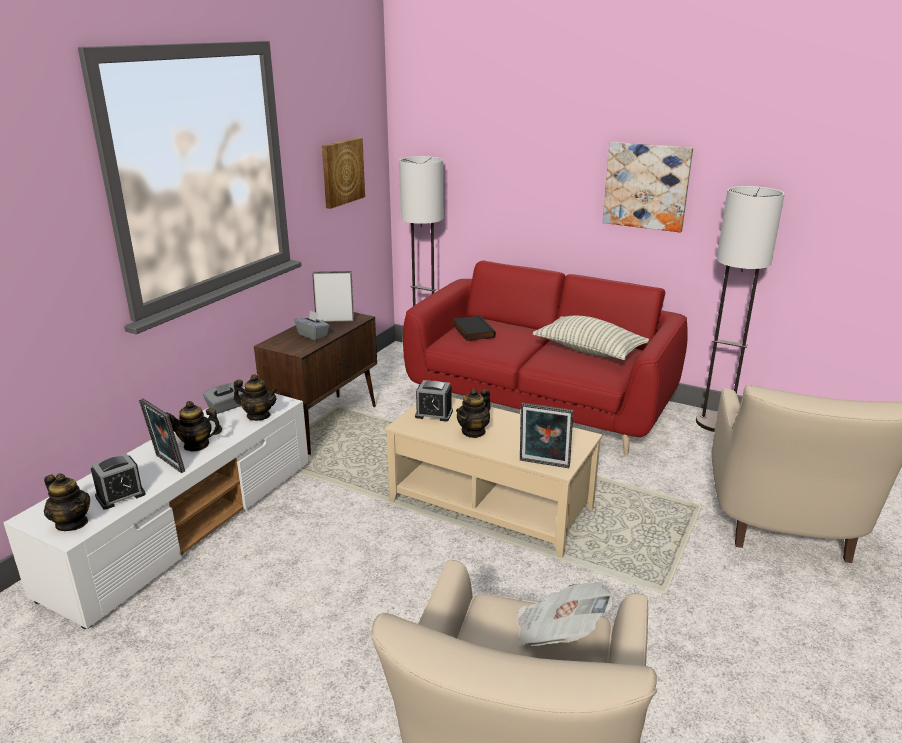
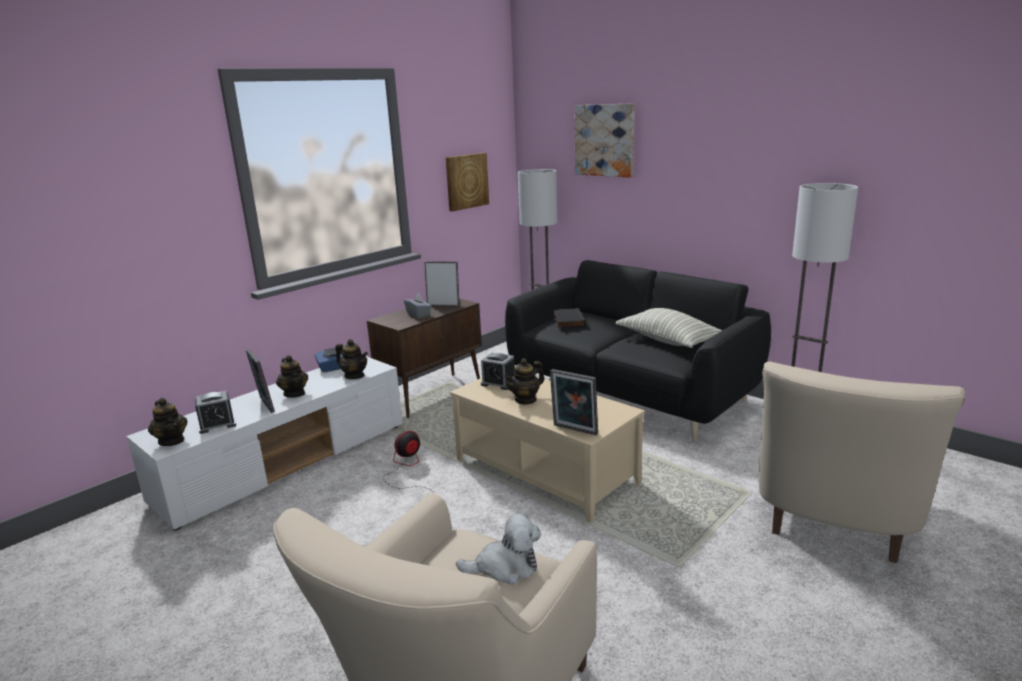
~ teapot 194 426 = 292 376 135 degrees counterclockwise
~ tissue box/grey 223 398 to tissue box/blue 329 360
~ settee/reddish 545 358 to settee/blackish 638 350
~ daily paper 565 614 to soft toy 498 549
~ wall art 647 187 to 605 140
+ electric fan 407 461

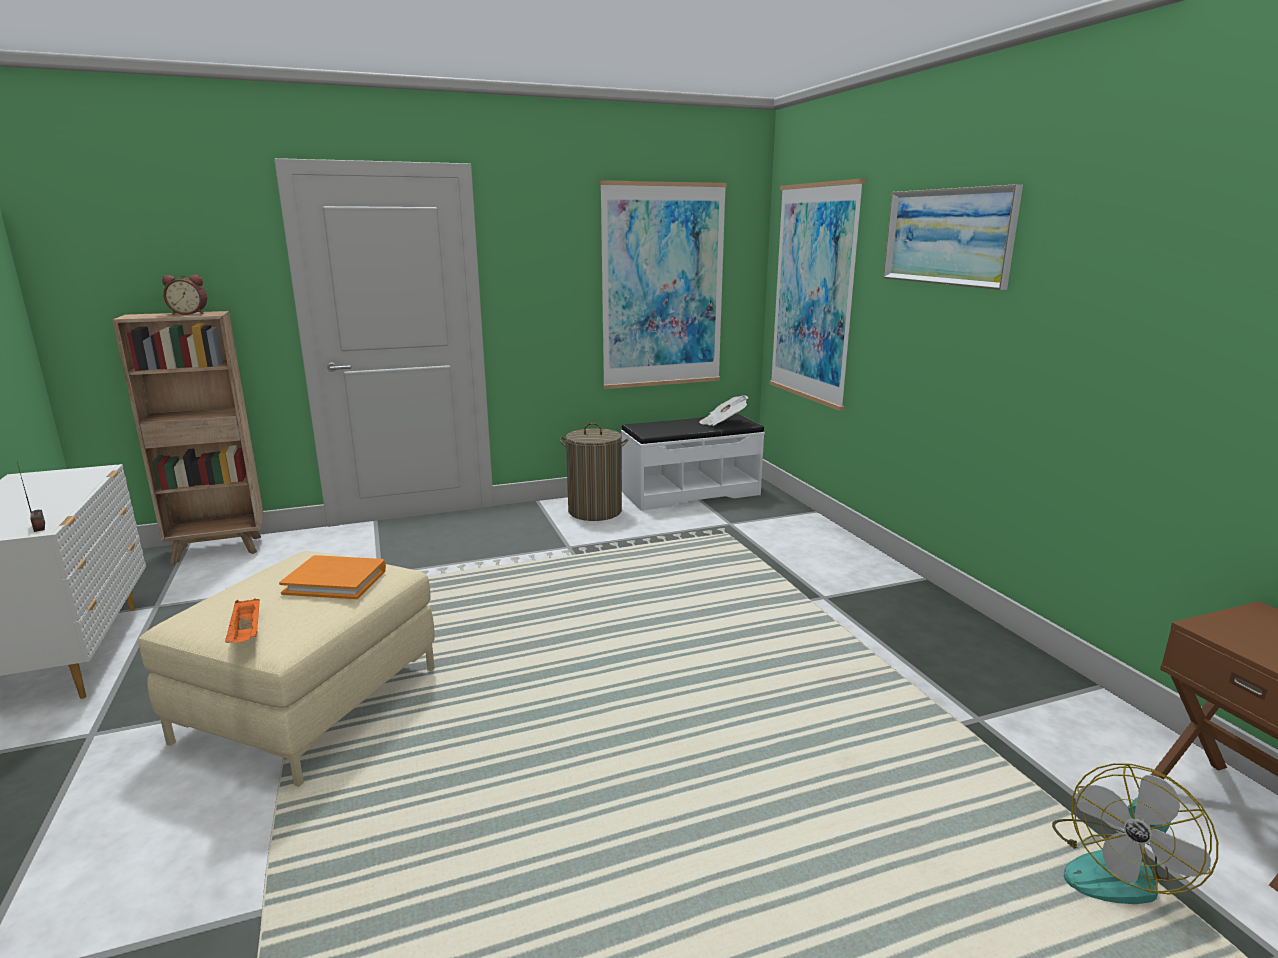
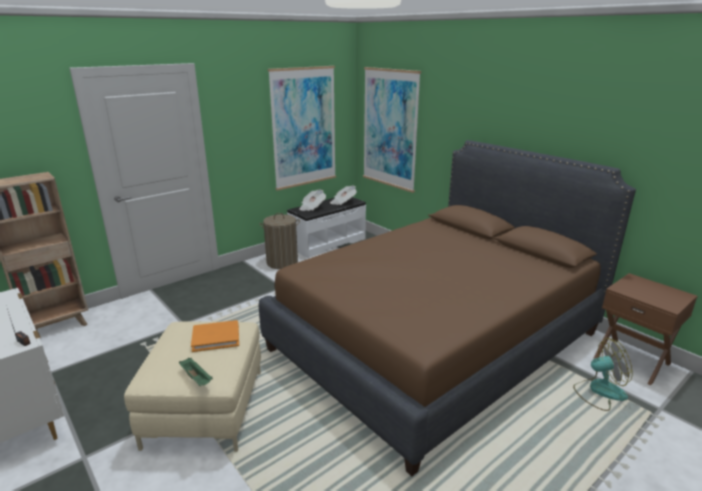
- table clock 184 295
~ tray/orange 242 620 to tray/greenish 196 372
- wall art 953 237
~ electric fan 1135 833 = 602 374 120 degrees counterclockwise
+ bed/brown 447 308
+ daily paper 312 200

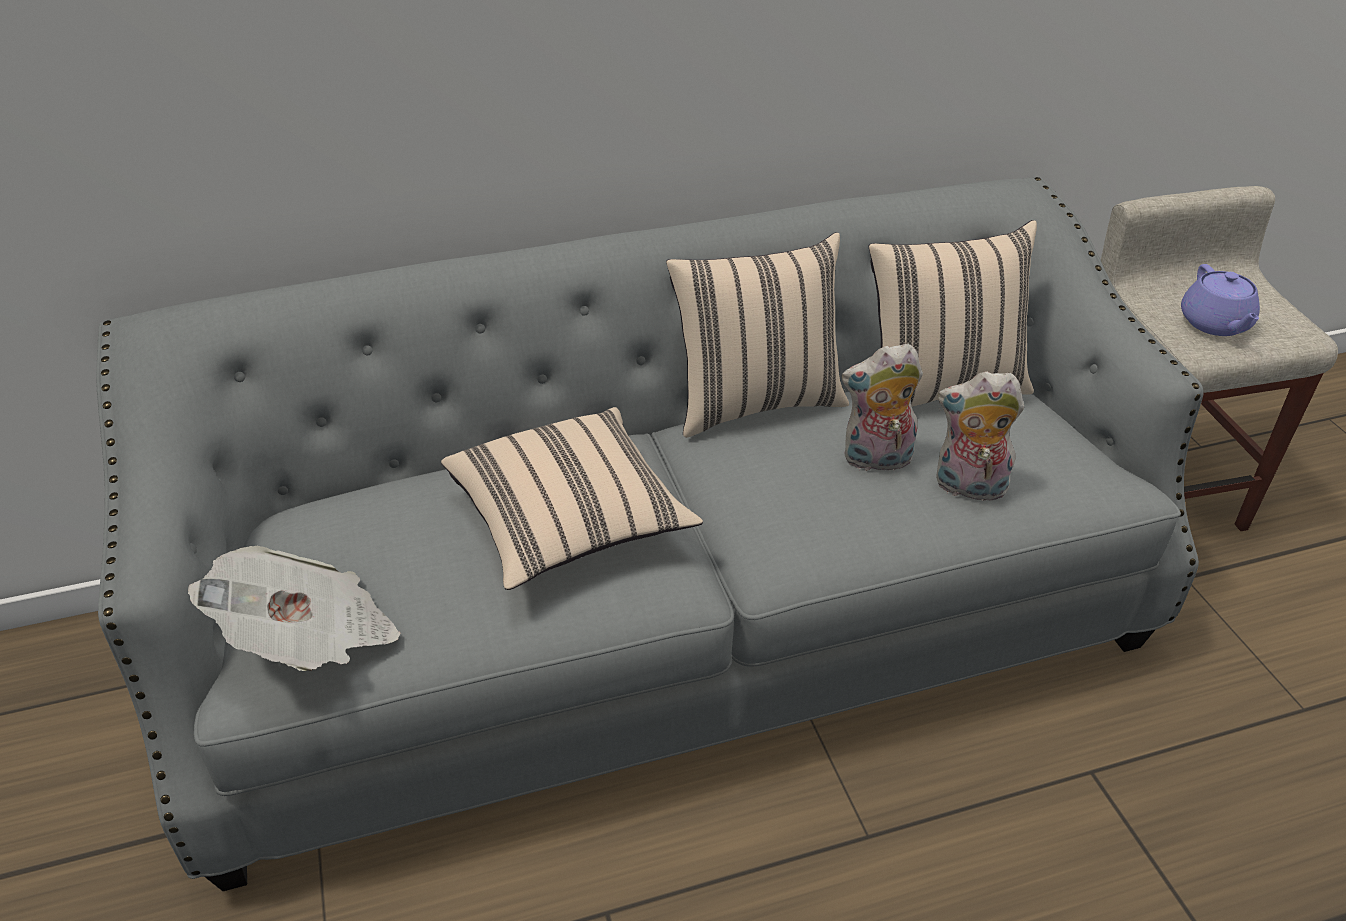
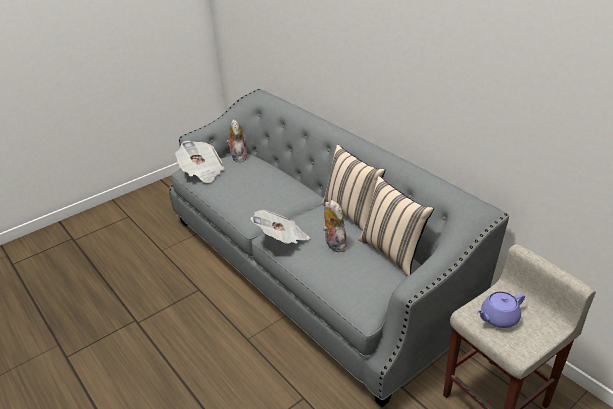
- pillow/beige-coloured 572 498
~ soft toy 980 436 to 237 140
+ daily paper 280 227

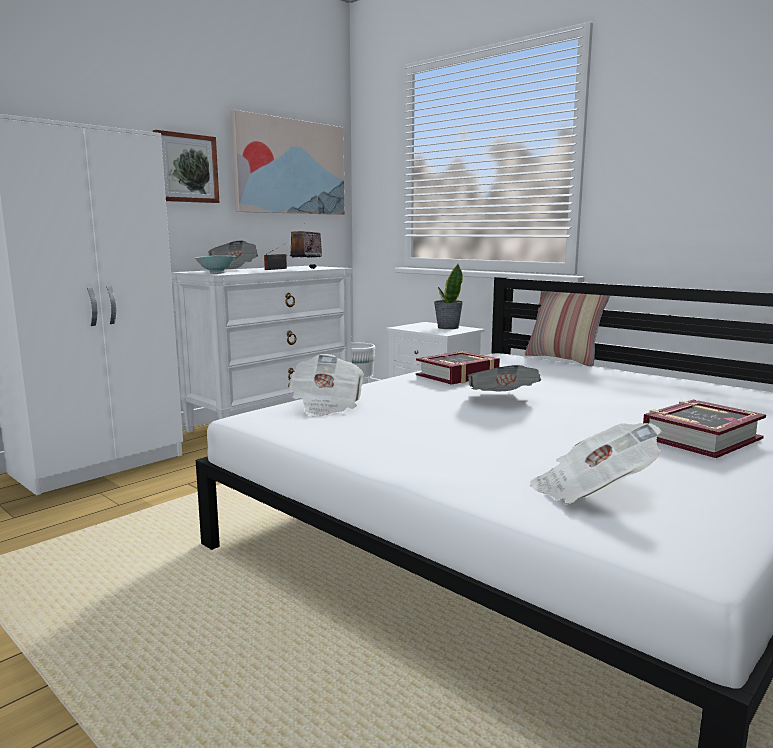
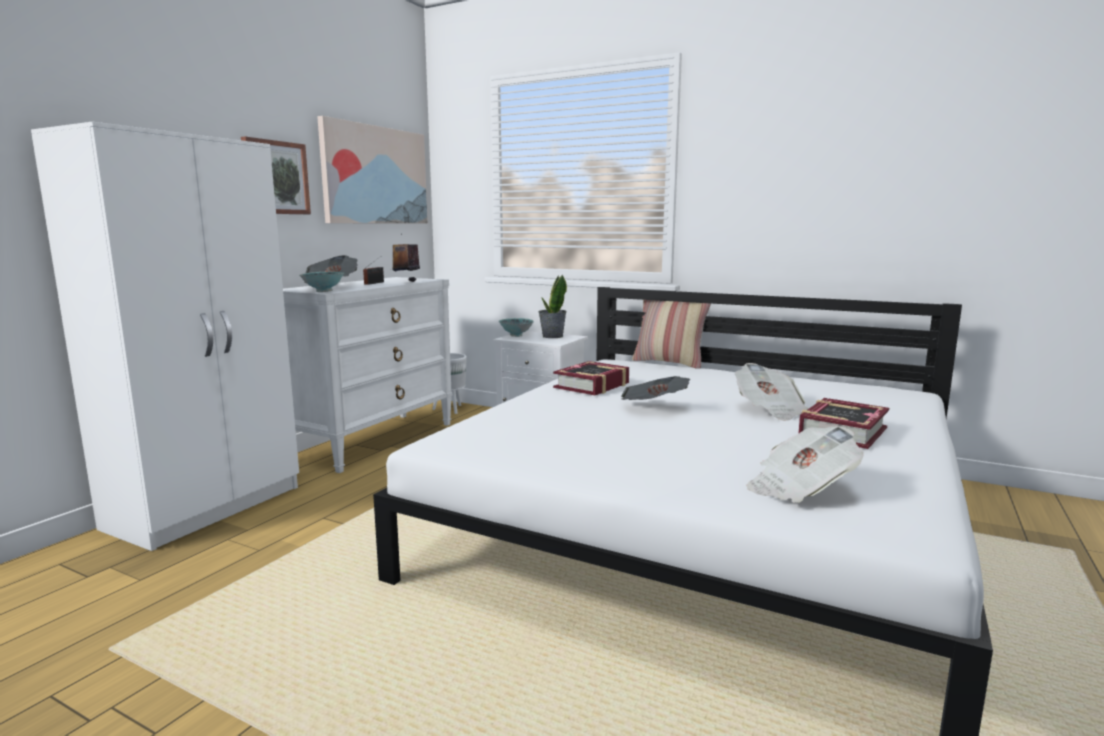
~ daily paper 326 385 to 771 392
+ deep dish 516 327

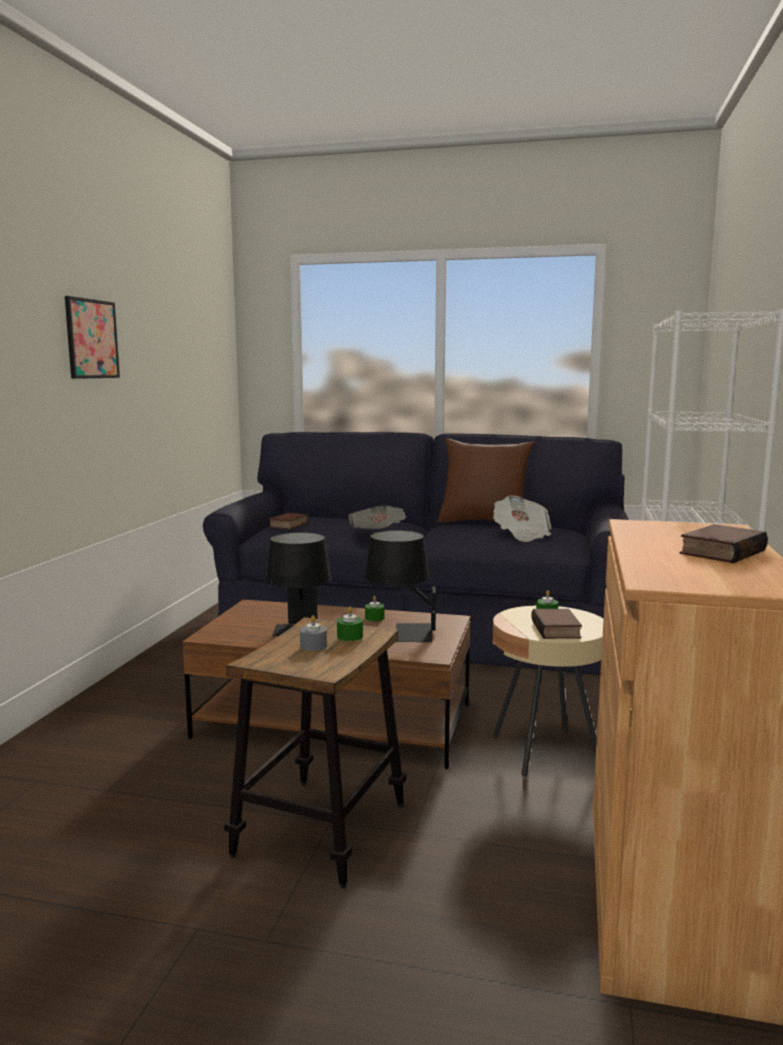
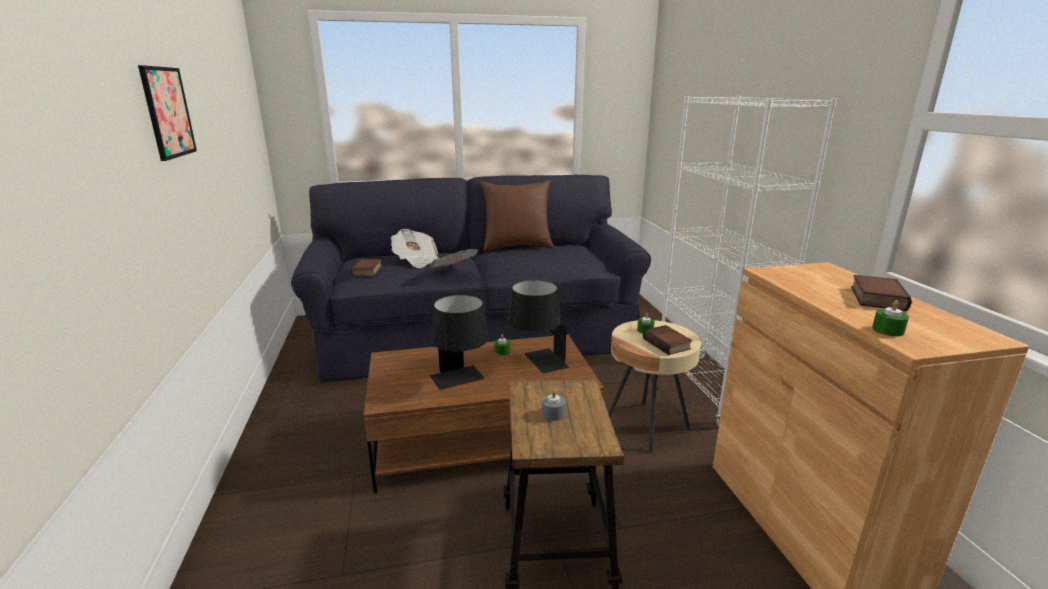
~ wax light/greenish 350 624 to 890 318
~ daily paper 522 519 to 415 248

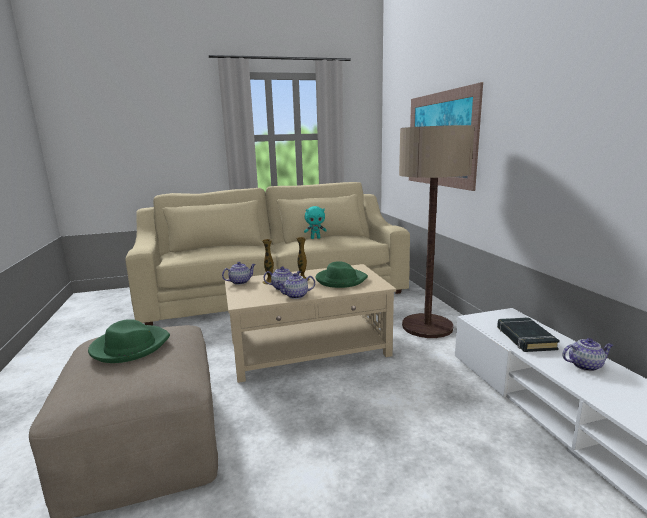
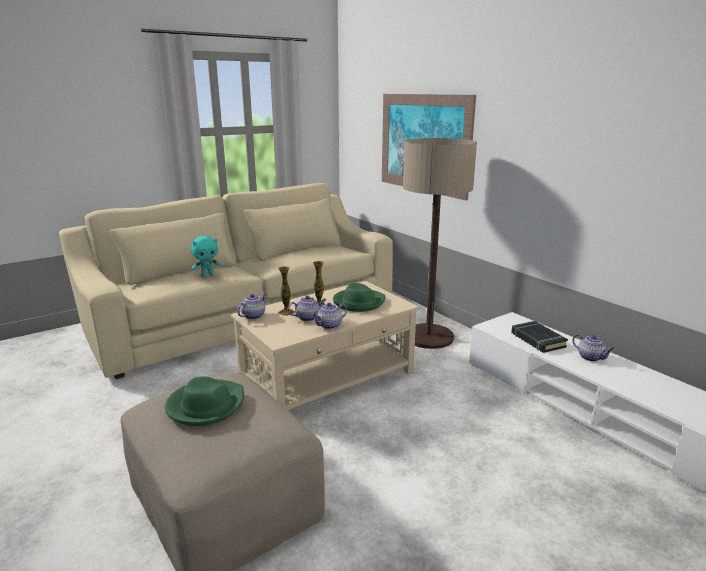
~ soft toy/turquoise-coloured 315 222 to 206 256
~ teapot 587 354 = 593 347 75 degrees clockwise

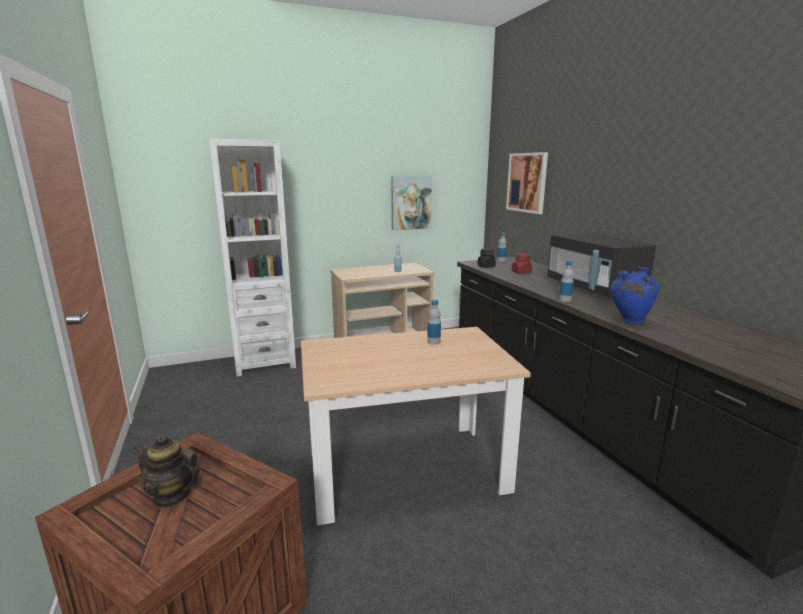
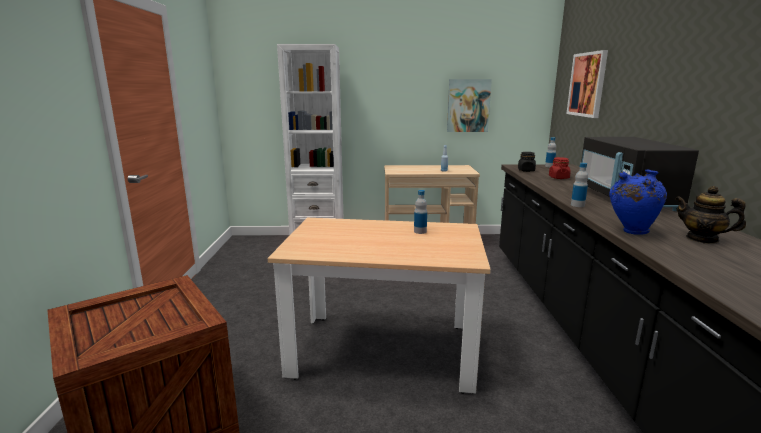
~ teapot 167 471 to 710 215

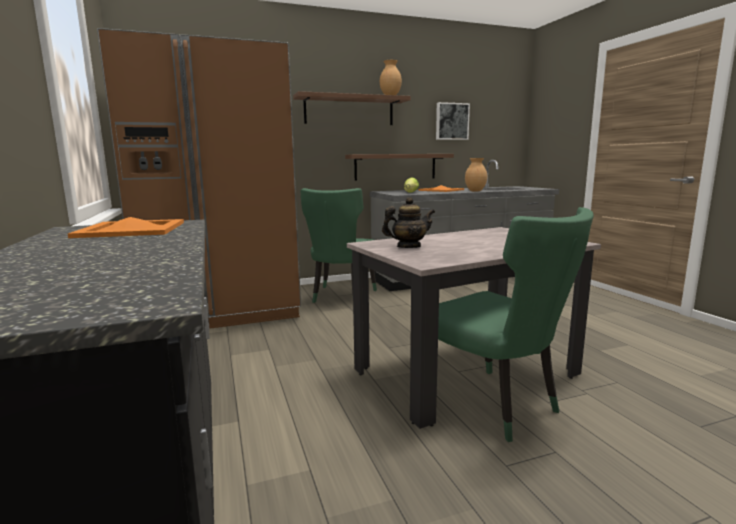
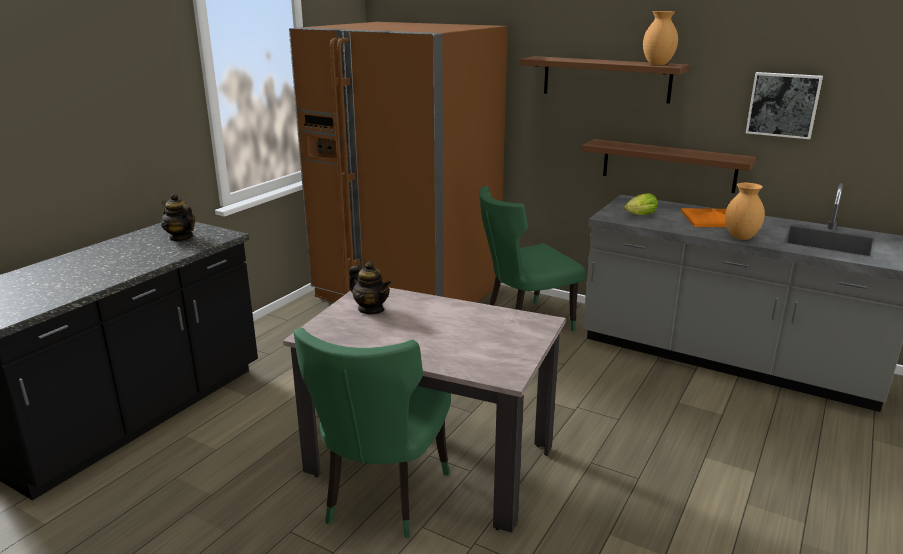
~ tray/orange 126 227 to teapot 178 217

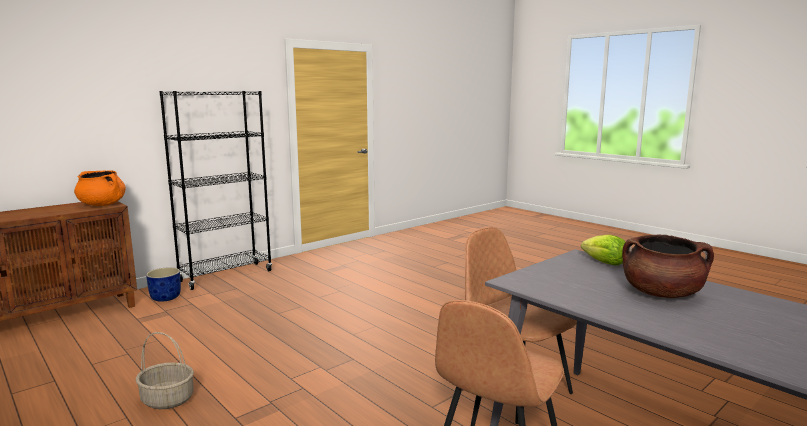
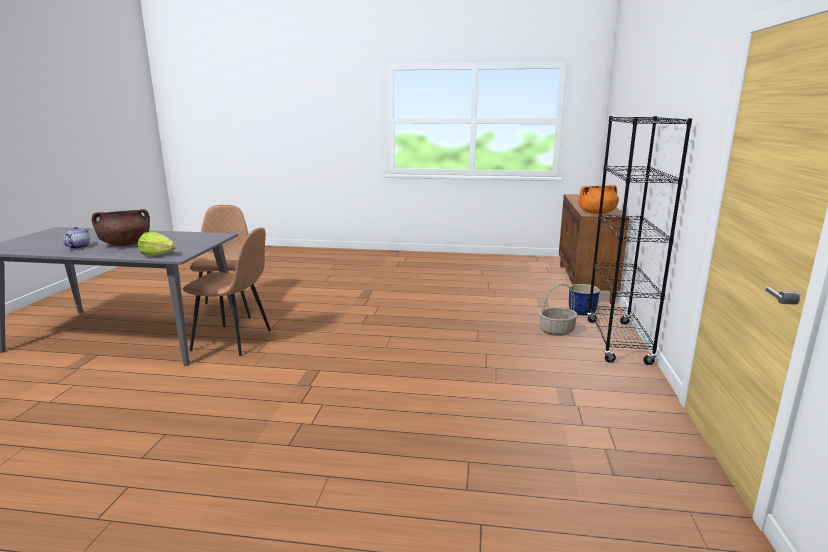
~ household basket 165 370 to 558 310
+ teapot 76 238

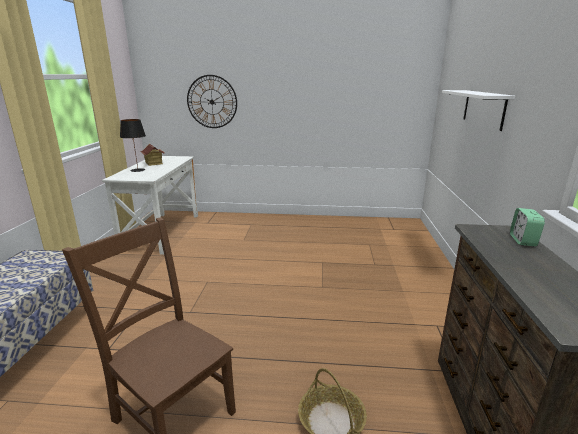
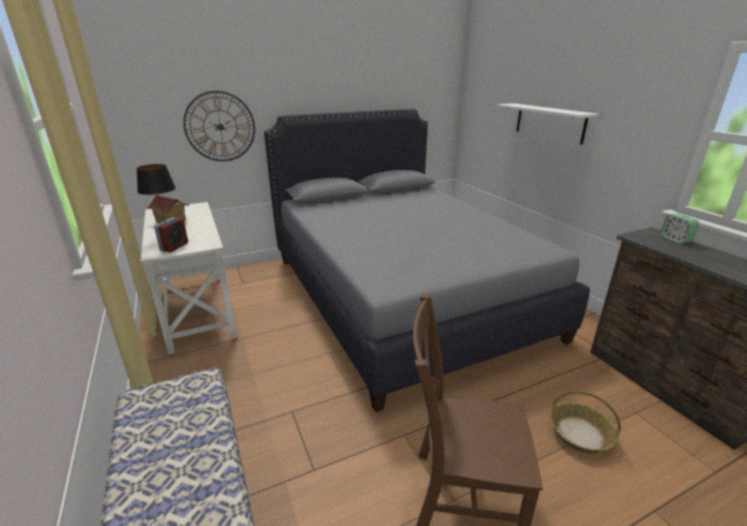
+ table clock 171 234
+ bed/grey 427 260

